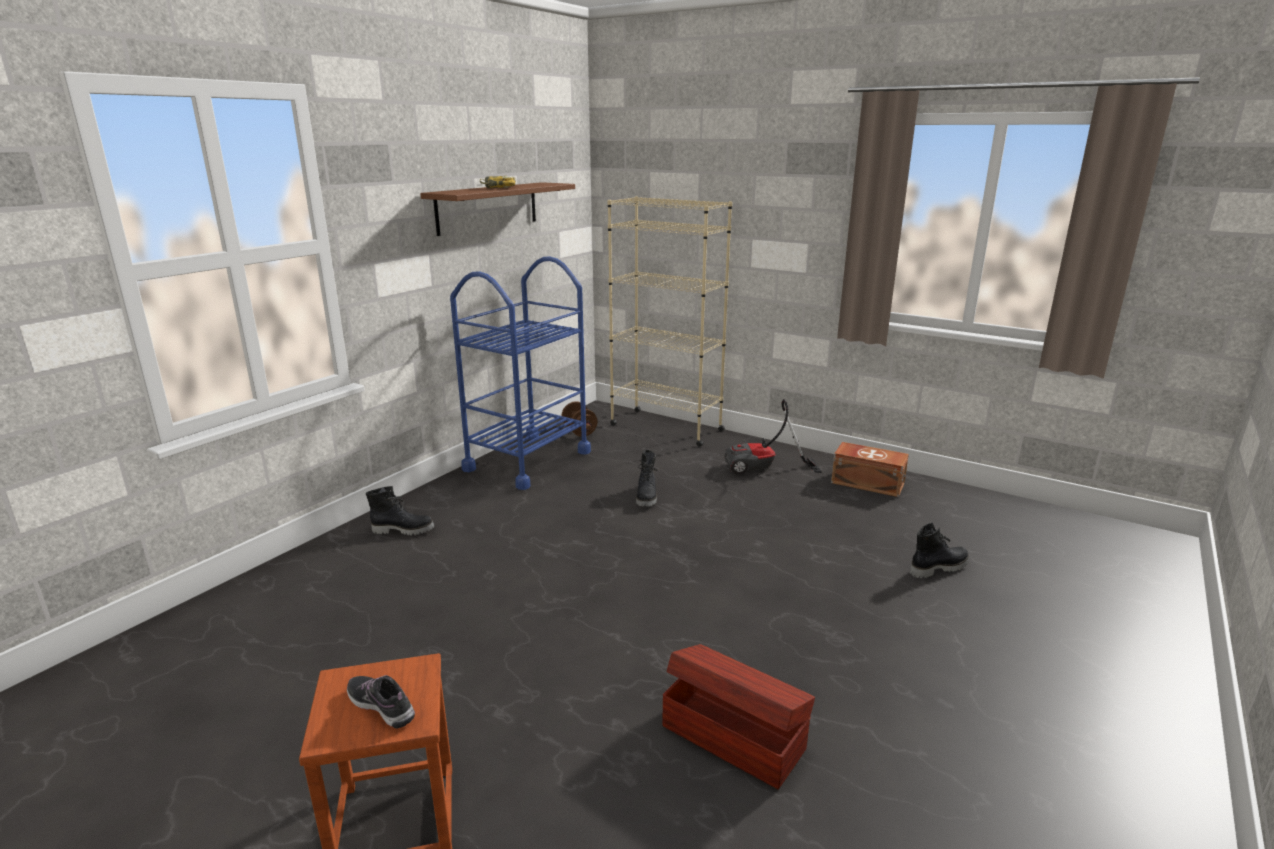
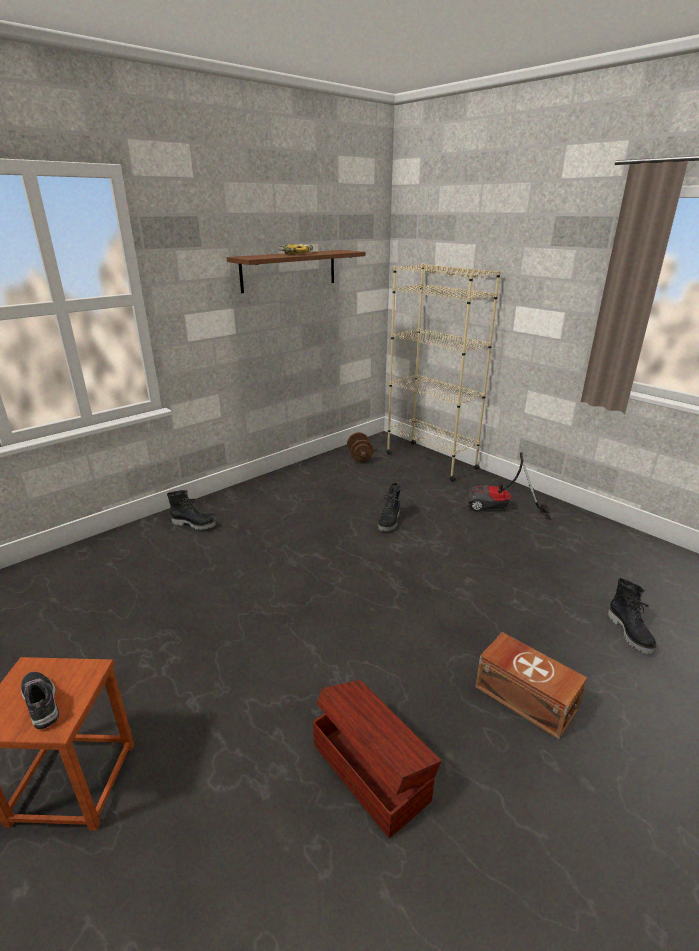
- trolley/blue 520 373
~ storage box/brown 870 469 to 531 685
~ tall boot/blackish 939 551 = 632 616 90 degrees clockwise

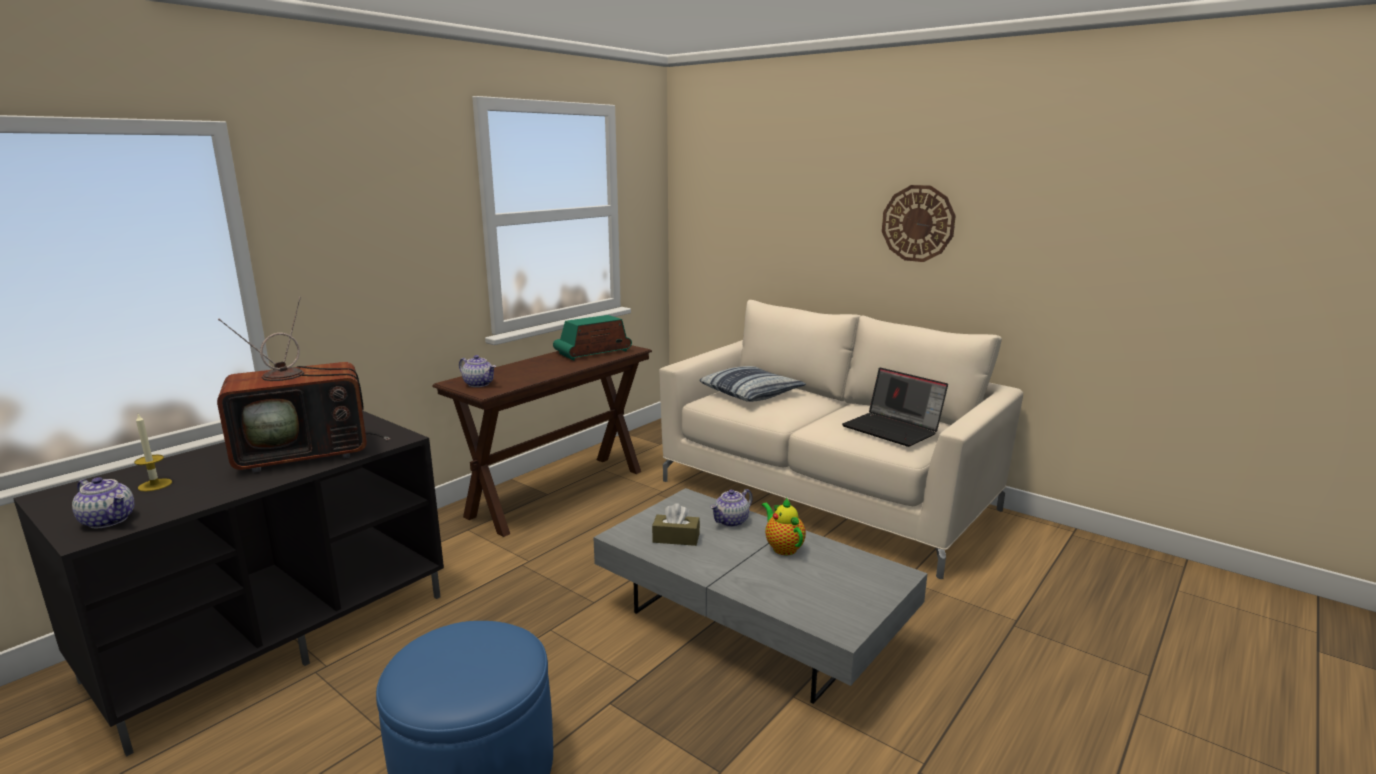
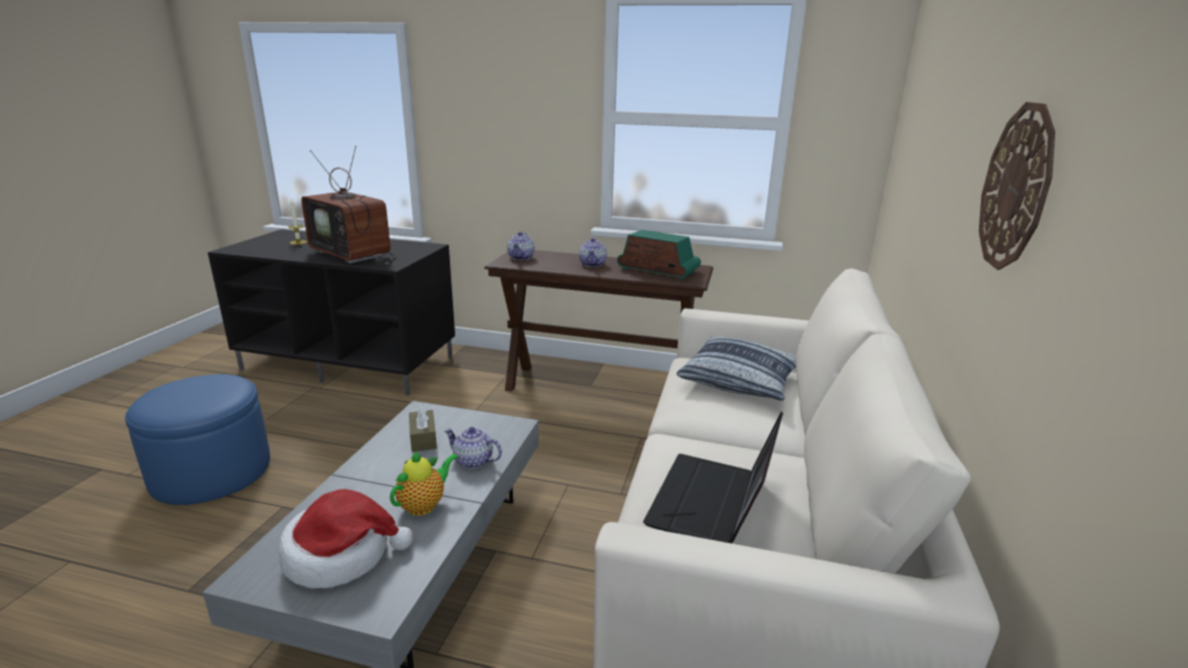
~ teapot 103 502 to 593 252
+ hat 346 538

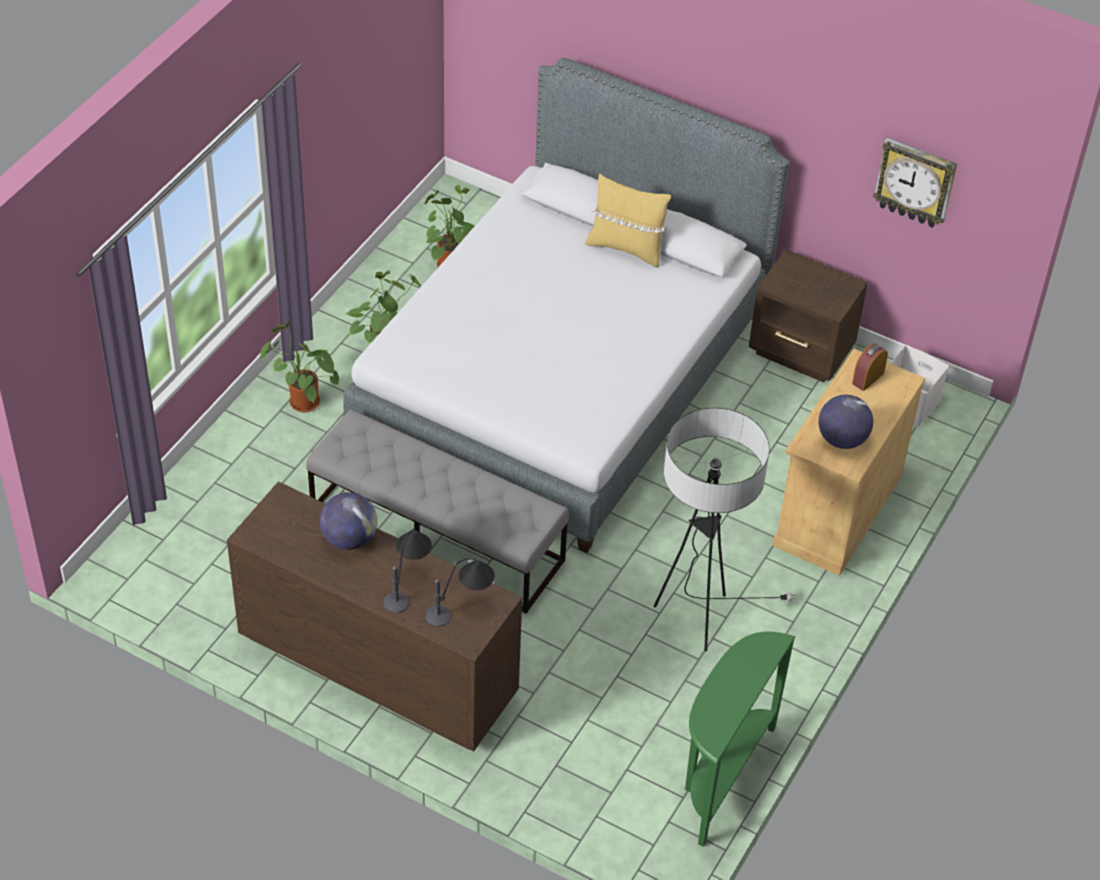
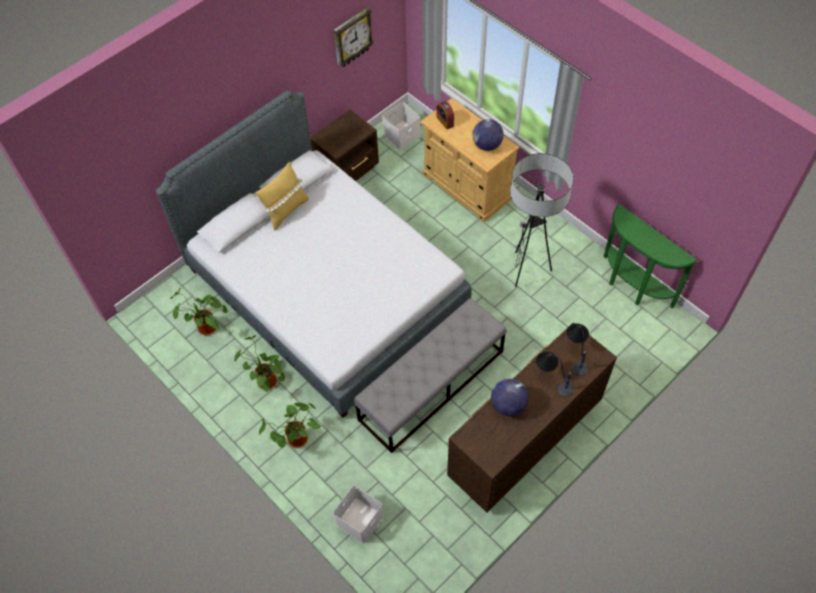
+ storage box/white 358 514

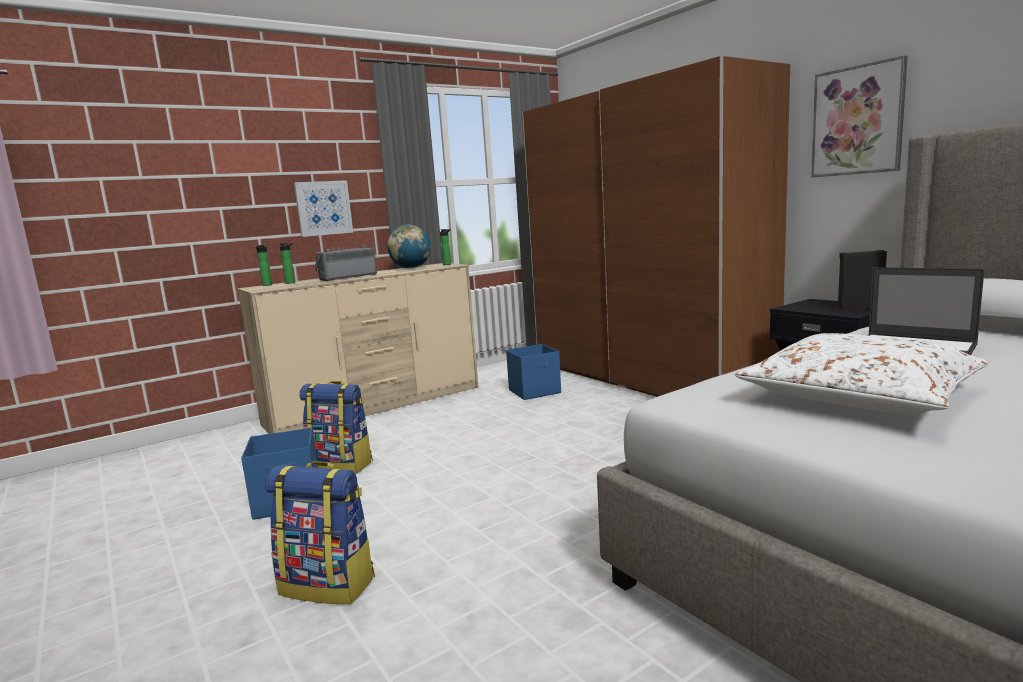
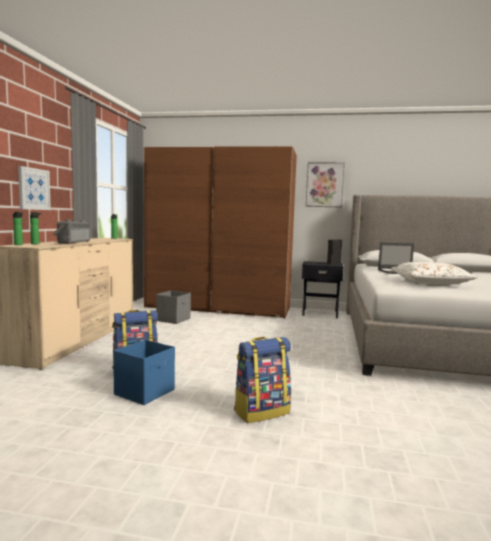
- desk globe 409 246
~ storage box/blue 533 372 to storage box/grey 173 307

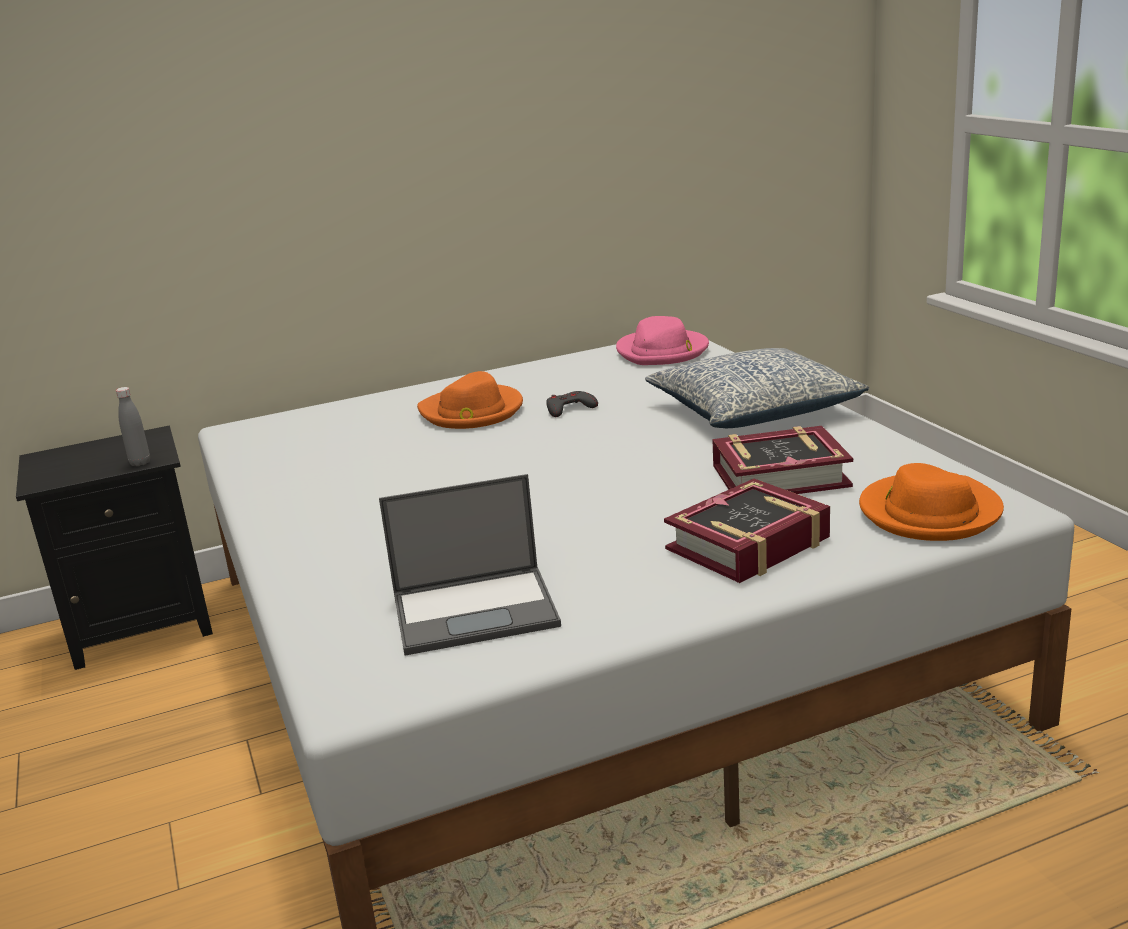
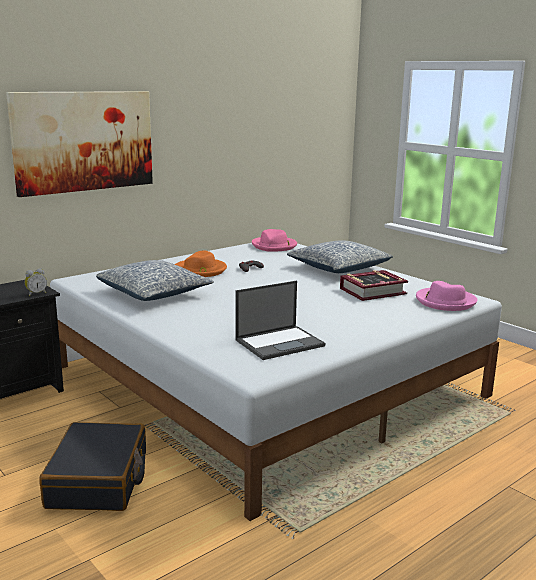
~ drink bottle/grey 133 426 to table clock 36 282
- volume 747 531
~ hat/orange 931 502 to hat/pinkish 447 296
+ wall art 79 144
+ travel case/blackish 92 466
+ pillow 155 280

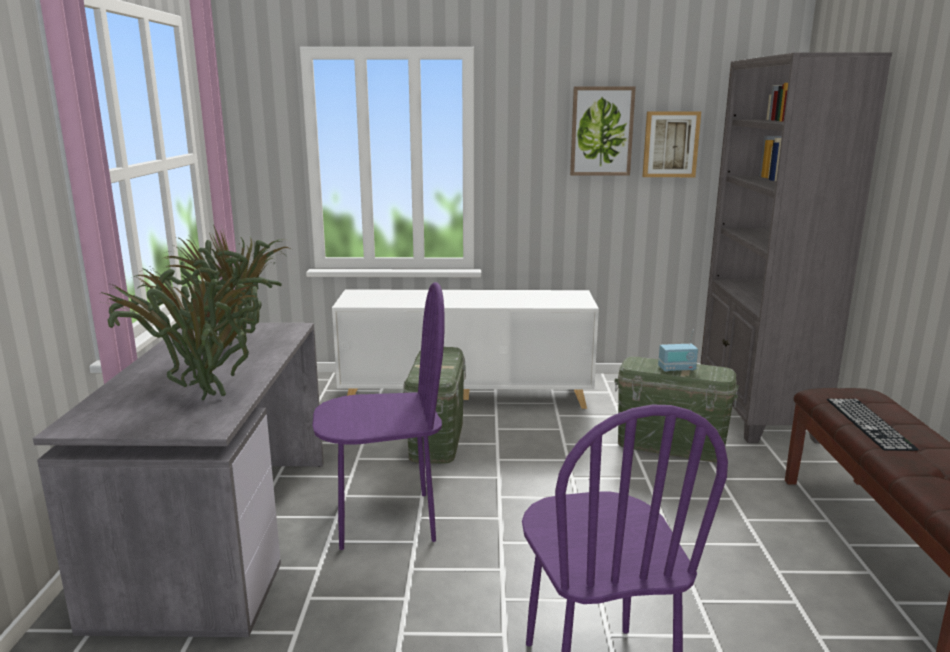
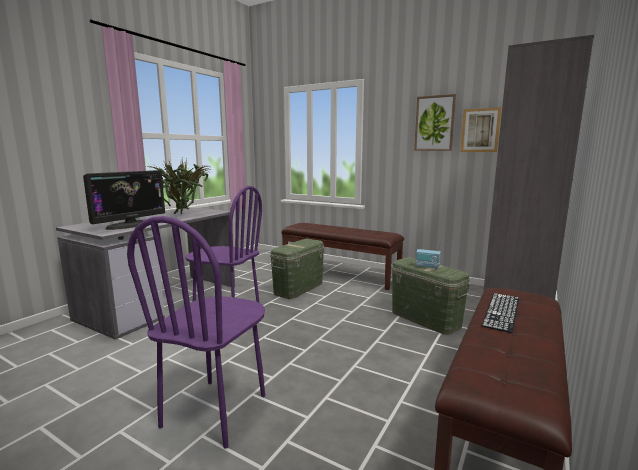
~ plant in a pot 181 333 to computer screen 124 200
~ cupboard/white 465 349 to indoor bench/brown 342 256

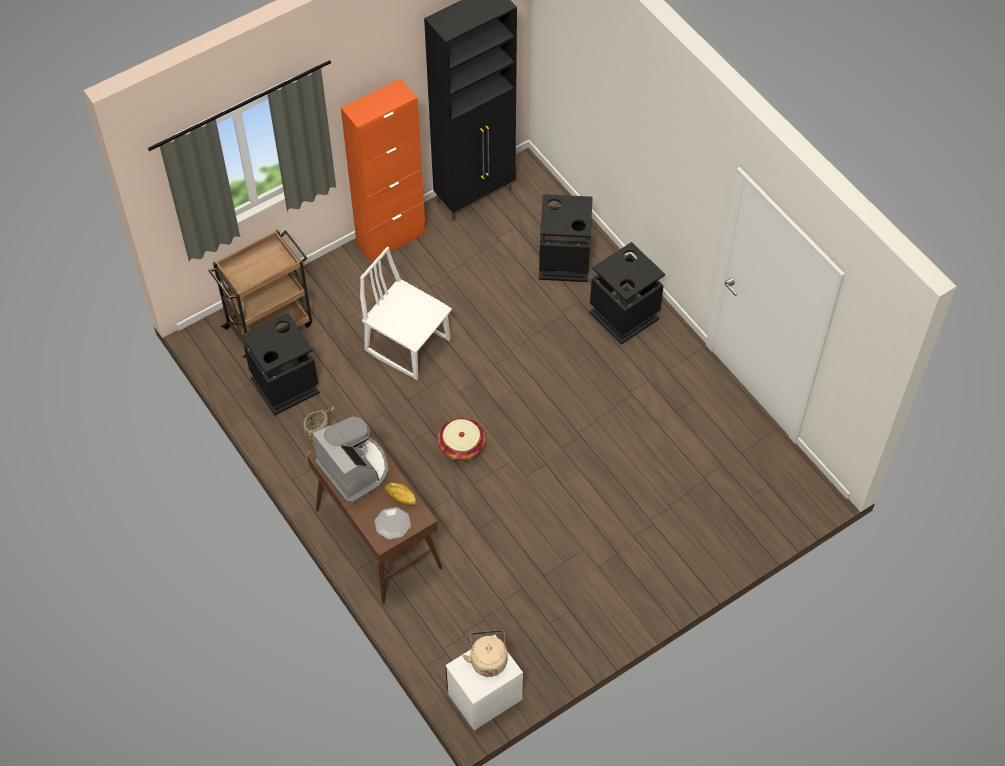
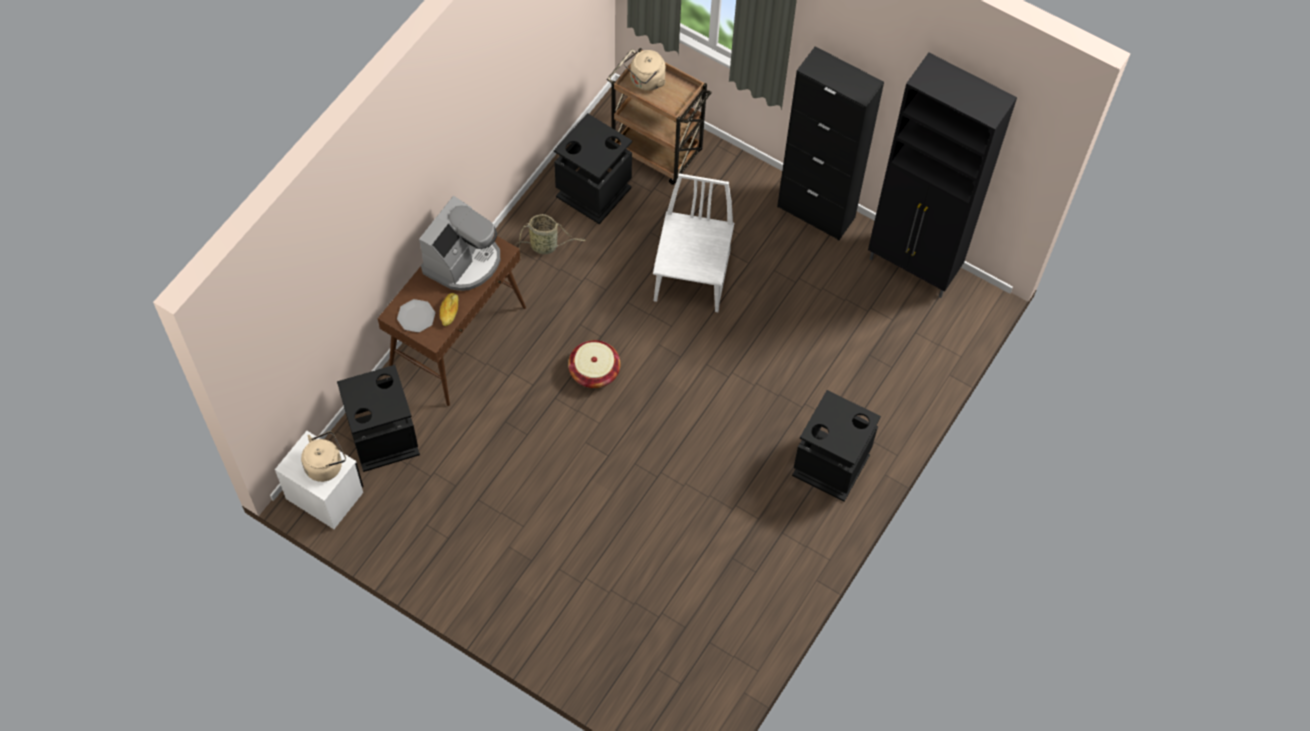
~ cupboard/orange 383 170 to cupboard/blackish 830 143
~ waste bin/blackish 566 238 to 378 418
+ kettle/beige-coloured 645 70

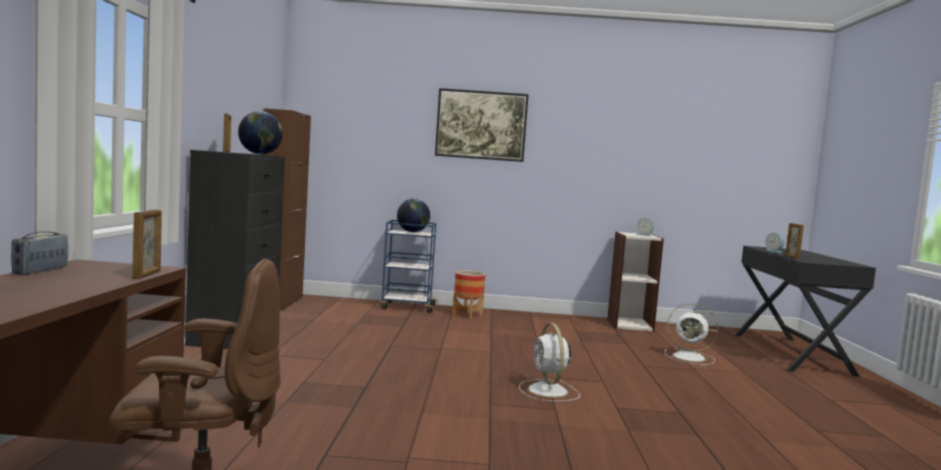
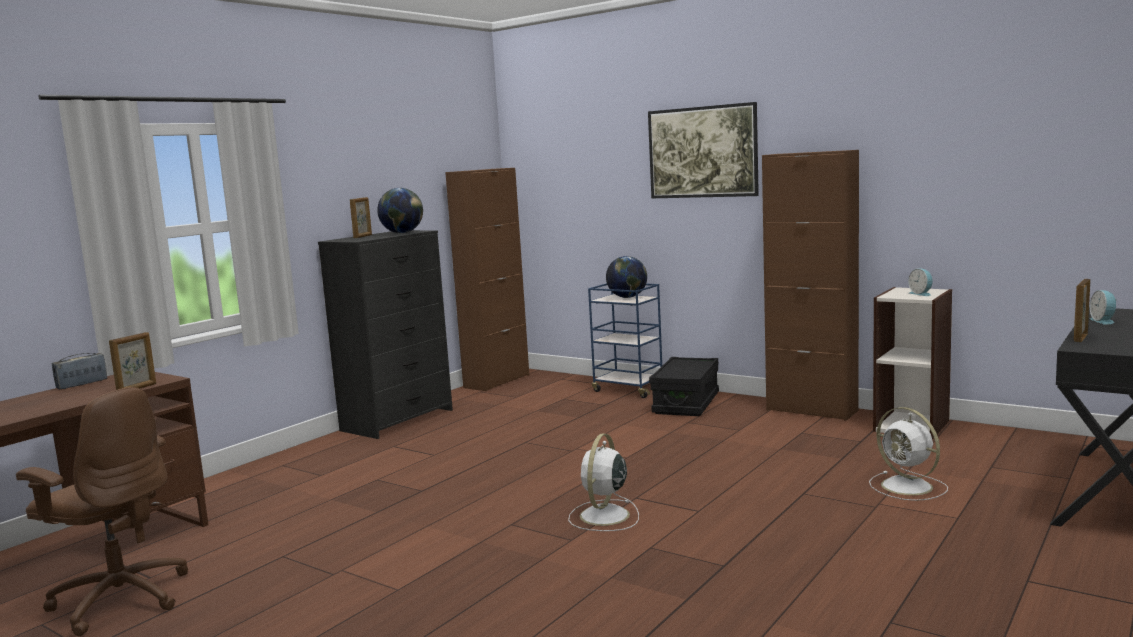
~ plant pot 468 294 to storage box/blackish 684 386
+ cupboard/brown 810 285

